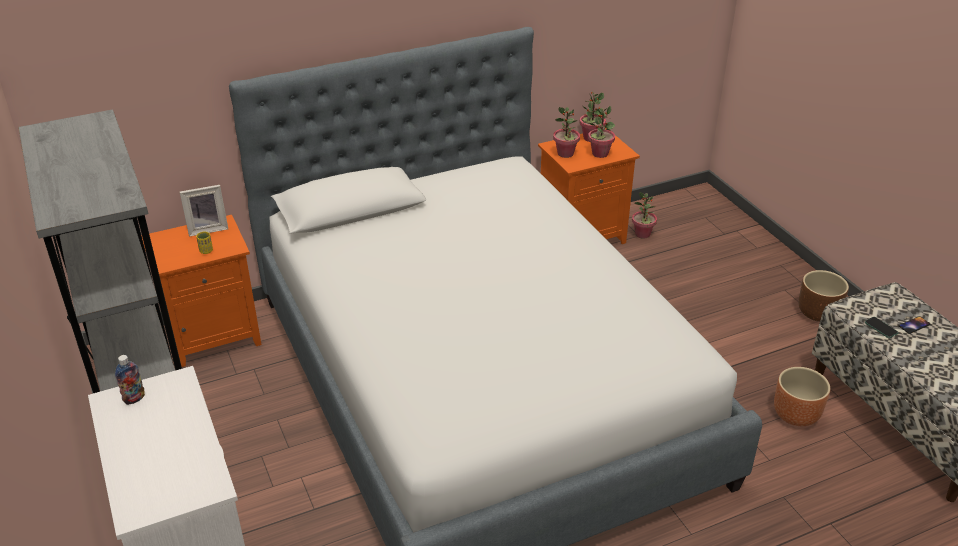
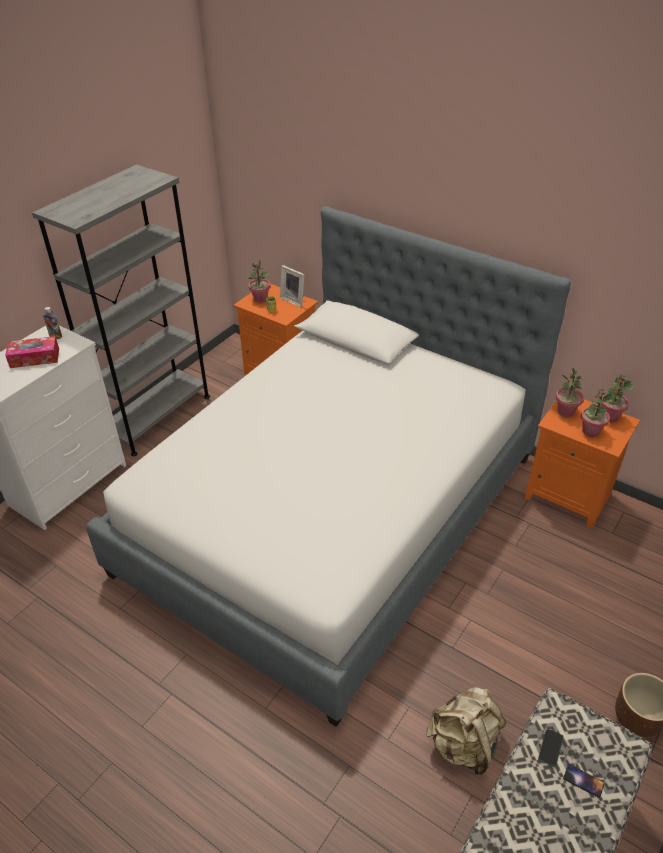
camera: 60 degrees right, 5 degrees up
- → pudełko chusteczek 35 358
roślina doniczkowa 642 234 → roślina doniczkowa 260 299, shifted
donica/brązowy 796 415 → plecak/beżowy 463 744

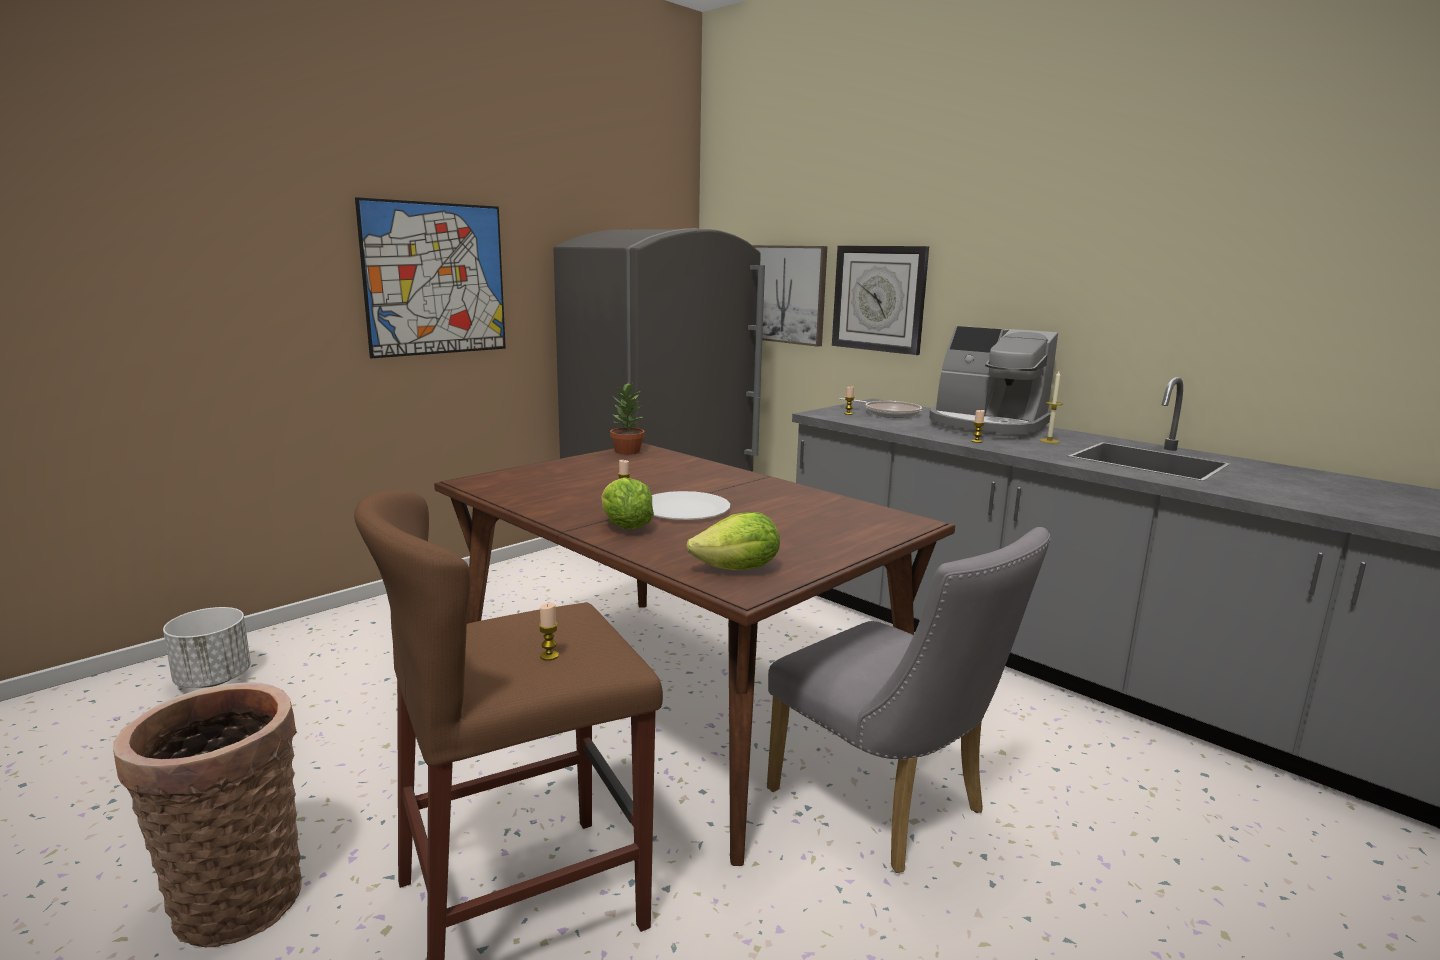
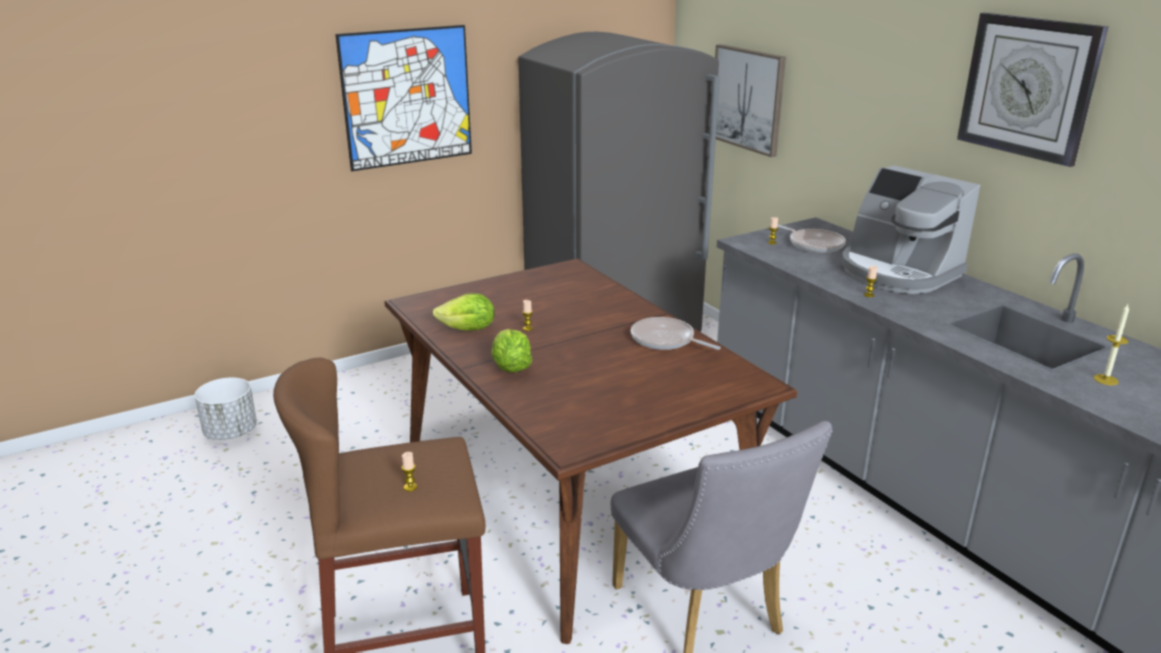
camera: 15 degrees right, 10 degrees up
sałata 738 569 → sałata 468 330, shifted
- → patelnia 665 340
zegar ścienny 879 298 → zegar ścienny 1028 87, shifted
świeca 1049 441 → świeca 1105 379, shifted
koszyk 235 897 → -
roślina doniczkowa 627 451 → -
talerz/biały 685 509 → -

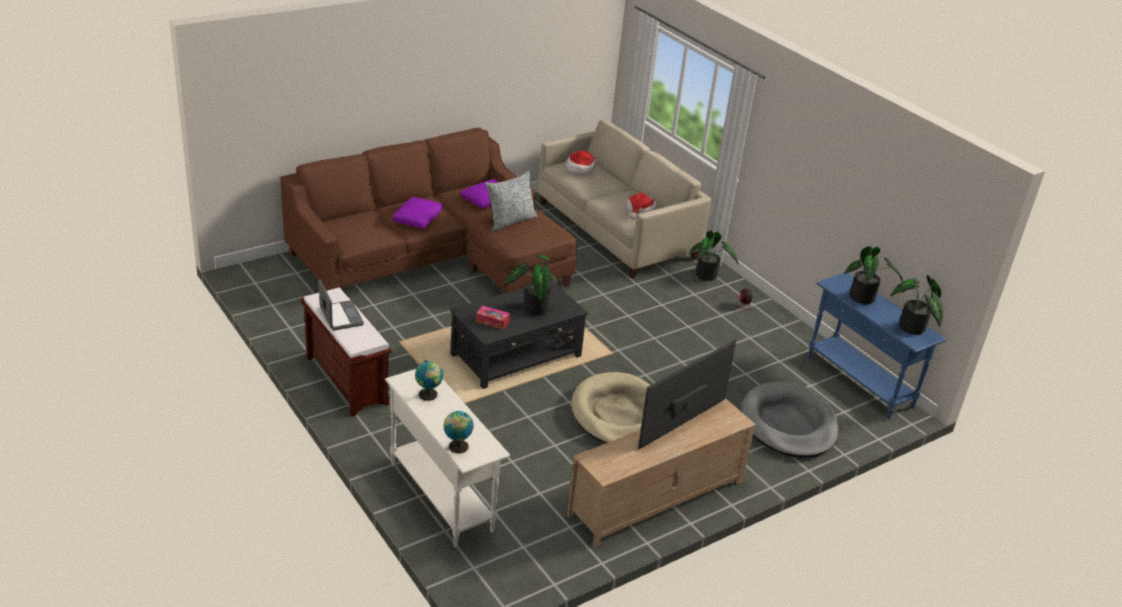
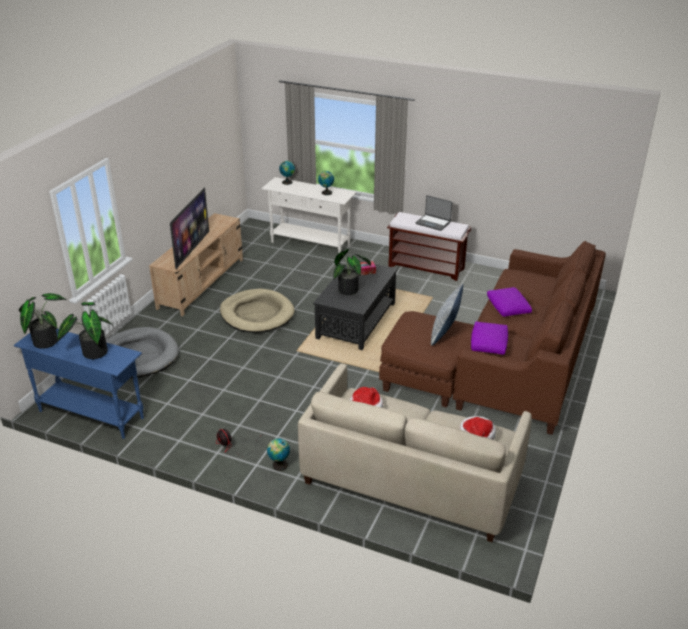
camera: 150 degrees right, 0 degrees up
roślina doniczkowa 708 276 → globus 279 465

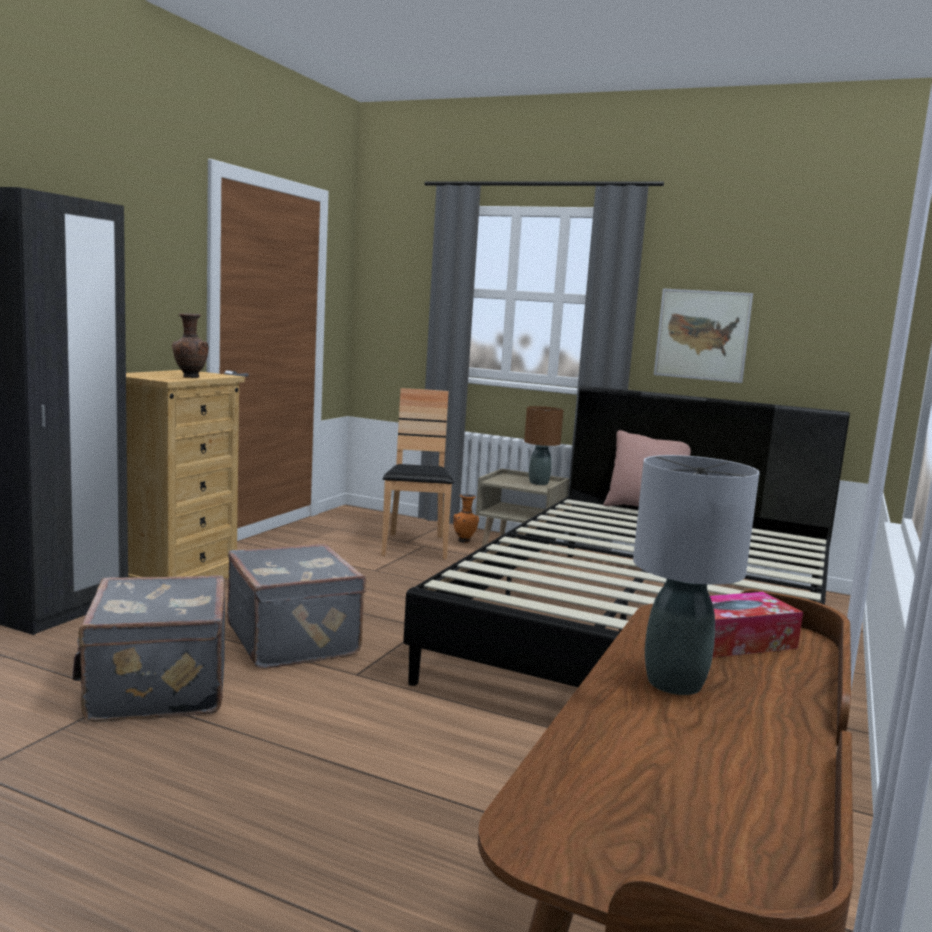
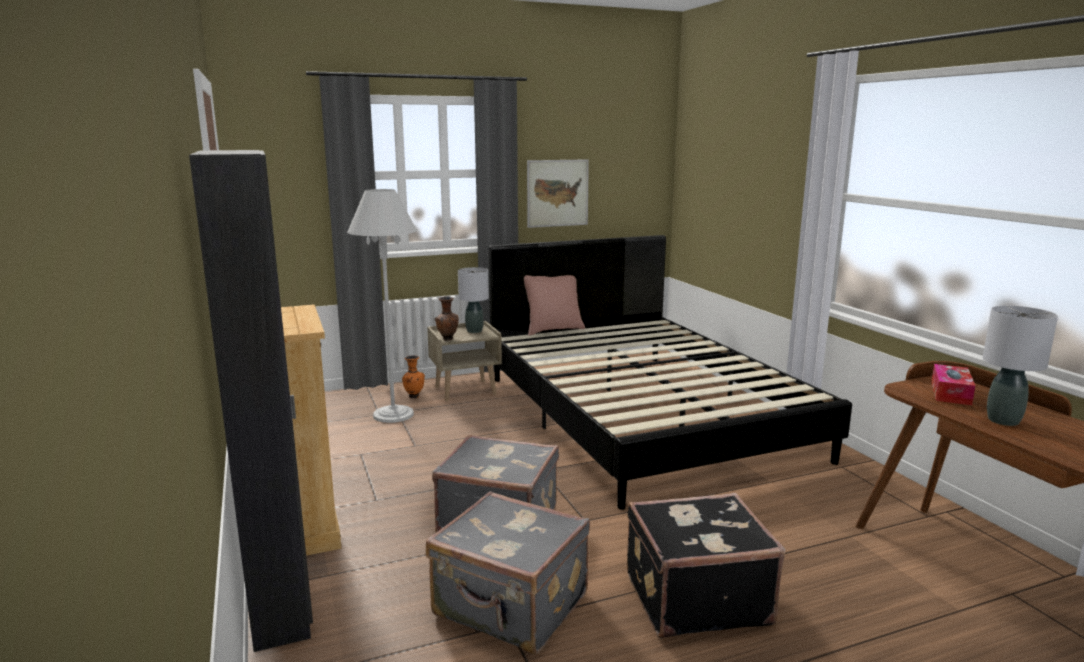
camera: 45 degrees left, 5 degrees up
krzesło/brązowy 415 546 → lampa stojąca/biały 393 414
wazon/brązowy 189 377 → wazon/brązowy 447 339, shifted
lampa stołowa/brązowy 538 483 → lampa stołowa/szary 474 331
- → walizka/czarny 694 597

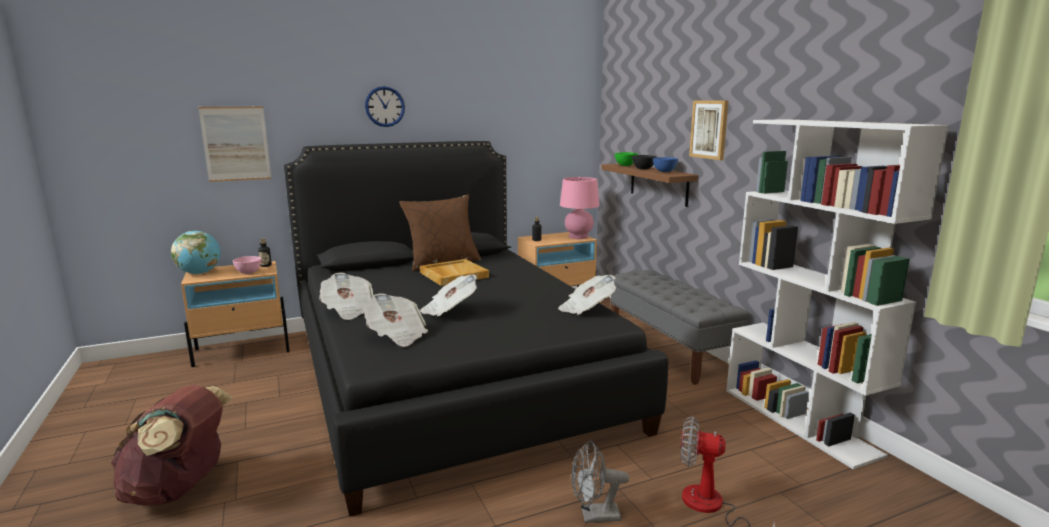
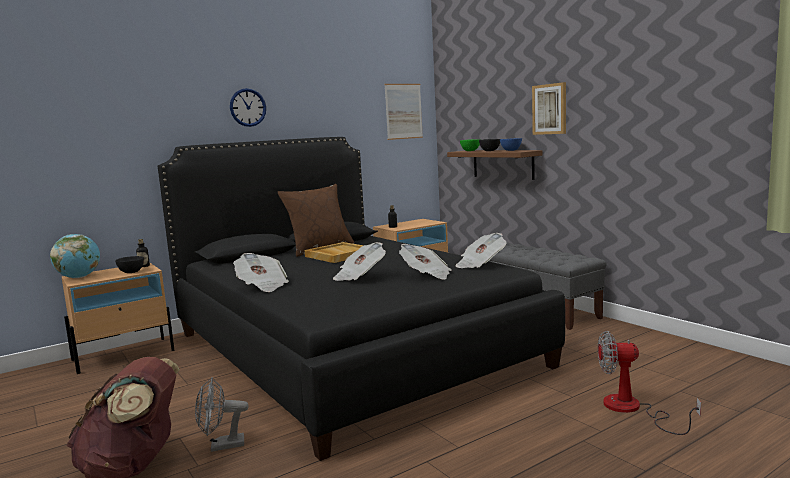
camera: 10 degrees left, 5 degrees down
miska/różowy 248 272 → miska/czarny 131 272
wentylator/szary 594 516 → wentylator/szary 221 446, shifted
obraz 236 144 → obraz 403 111, shifted
gazeta 396 335 → gazeta 426 275, shifted
lampa stołowa/różowy 578 237 → -
regał/biały 799 421 → -

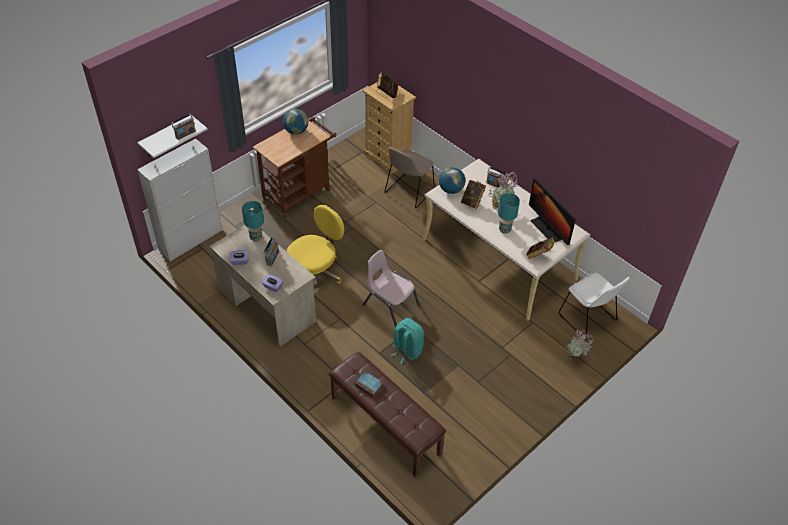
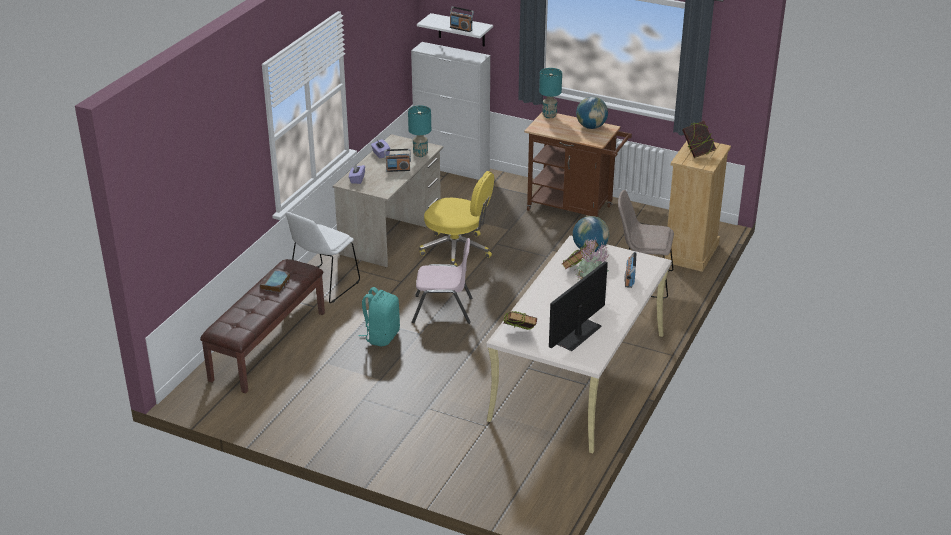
camera: 70 degrees right, 15 degrees down
krzesło/biały 588 319 → krzesło/biały 323 285, shifted
krzesło/różowy 390 305 → krzesło/różowy 443 310, 75 degrees clockwise
lampa stołowa/turkusowy 504 230 → lampa stołowa/turkusowy 549 115, shifted
roślina doniczkowa 575 358 → -

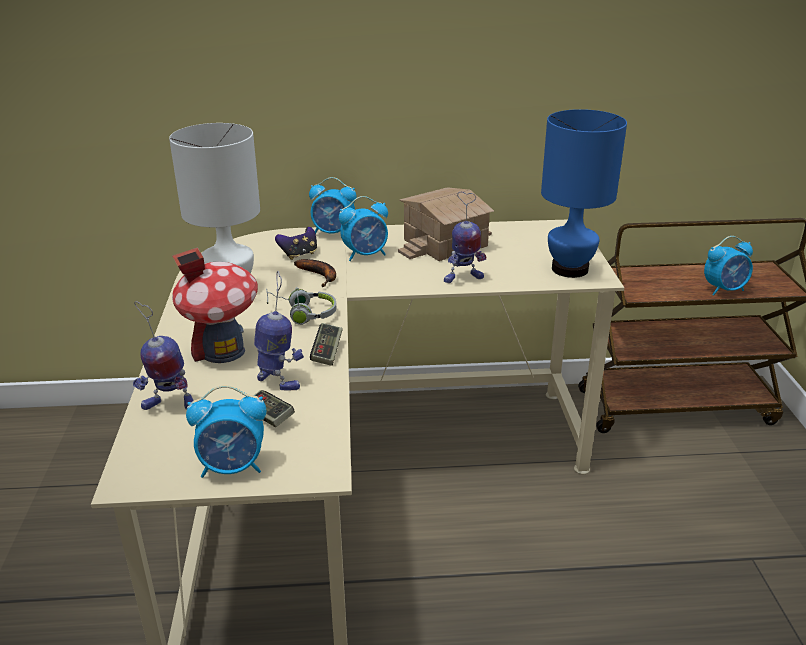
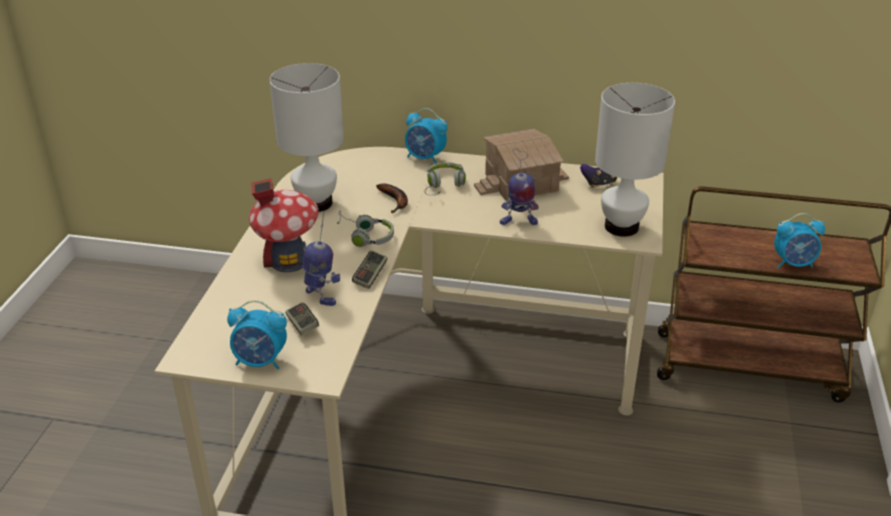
camera: 15 degrees right, 5 degrees up
budzik 366 255 → słuchawki/szary 444 185
pad do gier 299 254 → pad do gier 599 183, shifted
lampa stołowa/niebieski 570 269 → lampa stołowa/biały 622 227
robot zabawkowy 168 405 → -

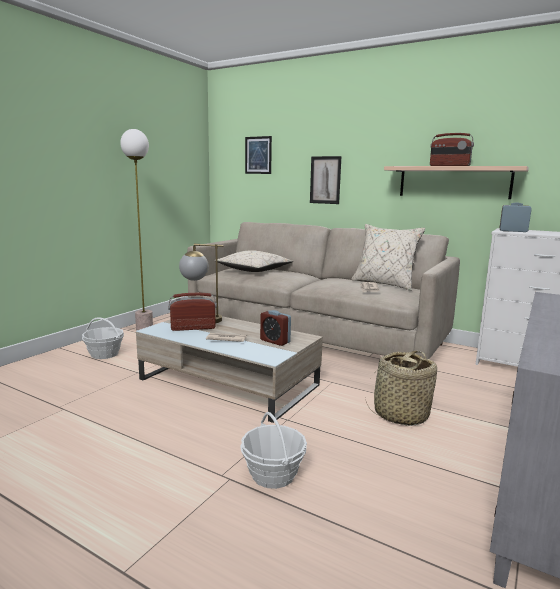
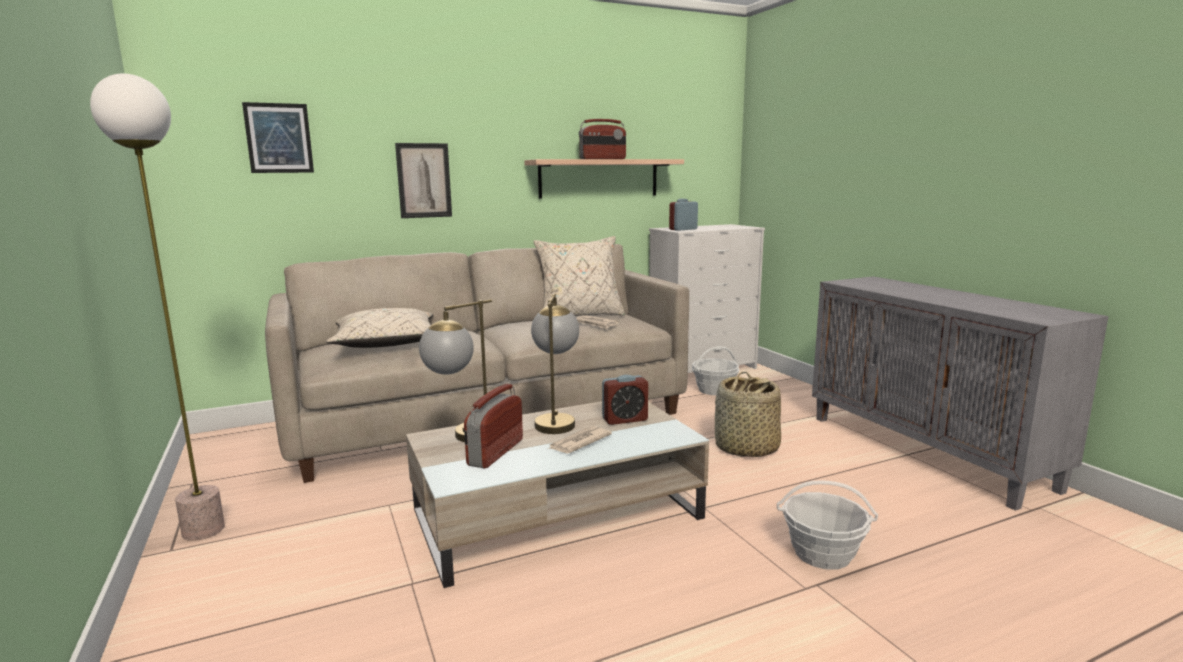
camera: 55 degrees left, 0 degrees up
- → lampa stołowa 555 420
koszyk 104 354 → koszyk 714 390, shifted

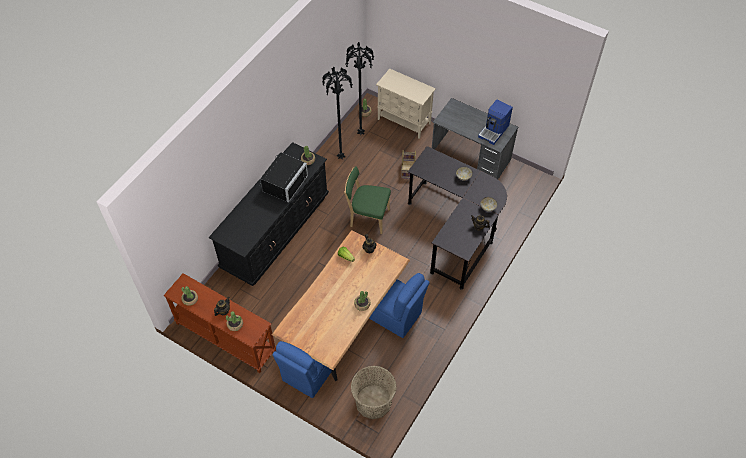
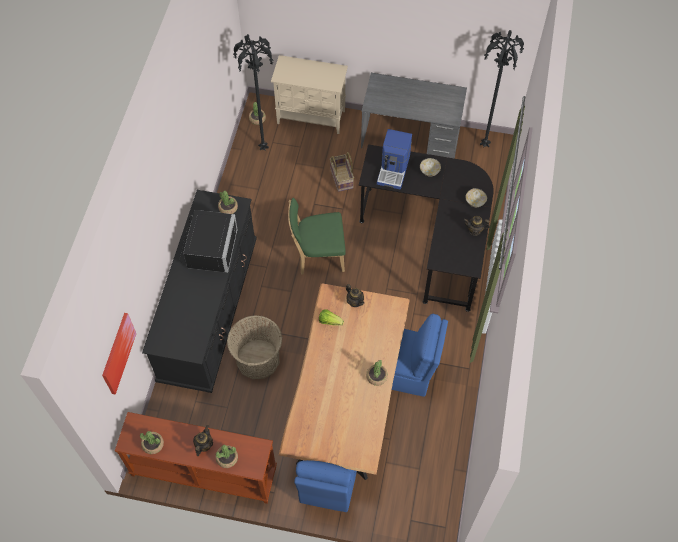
camera: 20 degrees left, 5 degrees up
- → obraz 118 353
koszyk 373 401 → koszyk 258 359, shifted
ekspres do kawy 494 131 → ekspres do kawy 394 169, shifted
lampa stojąca/czarny 340 157 → lampa stojąca/czarny 483 145, shifted

